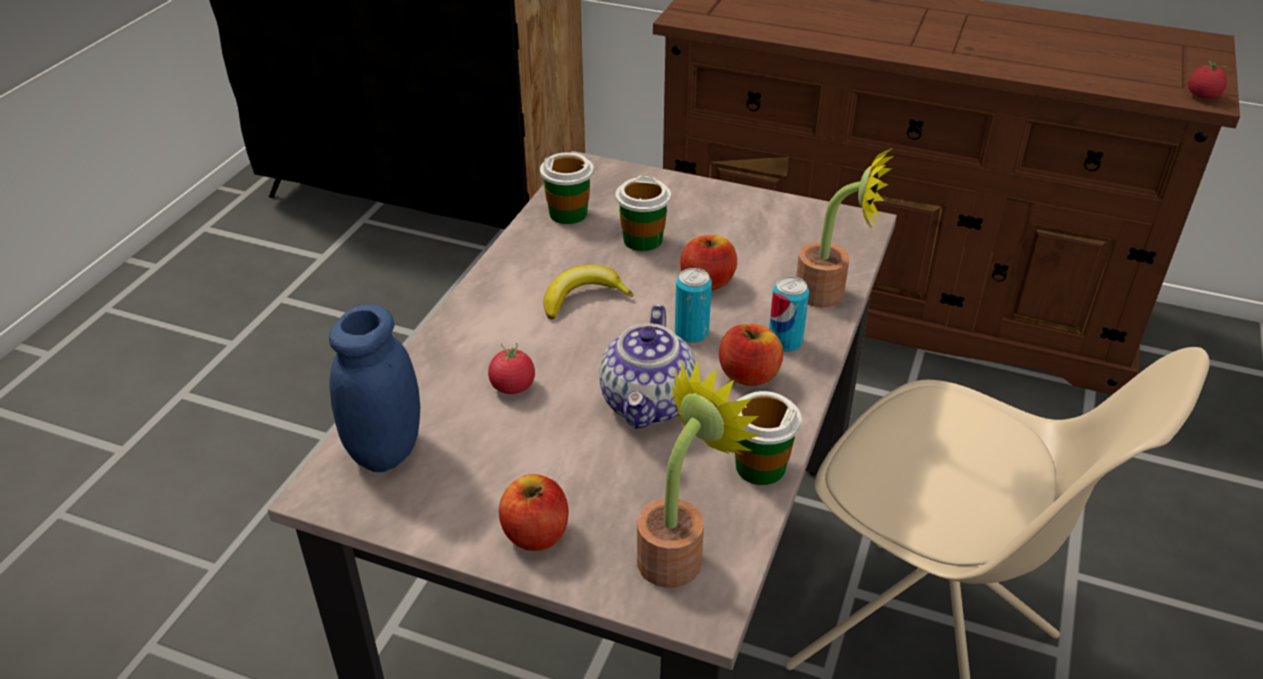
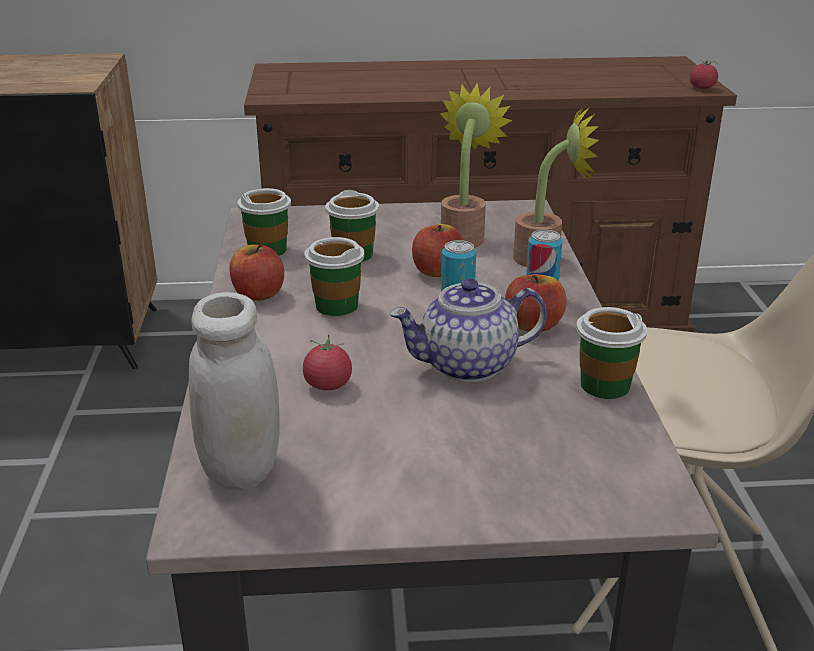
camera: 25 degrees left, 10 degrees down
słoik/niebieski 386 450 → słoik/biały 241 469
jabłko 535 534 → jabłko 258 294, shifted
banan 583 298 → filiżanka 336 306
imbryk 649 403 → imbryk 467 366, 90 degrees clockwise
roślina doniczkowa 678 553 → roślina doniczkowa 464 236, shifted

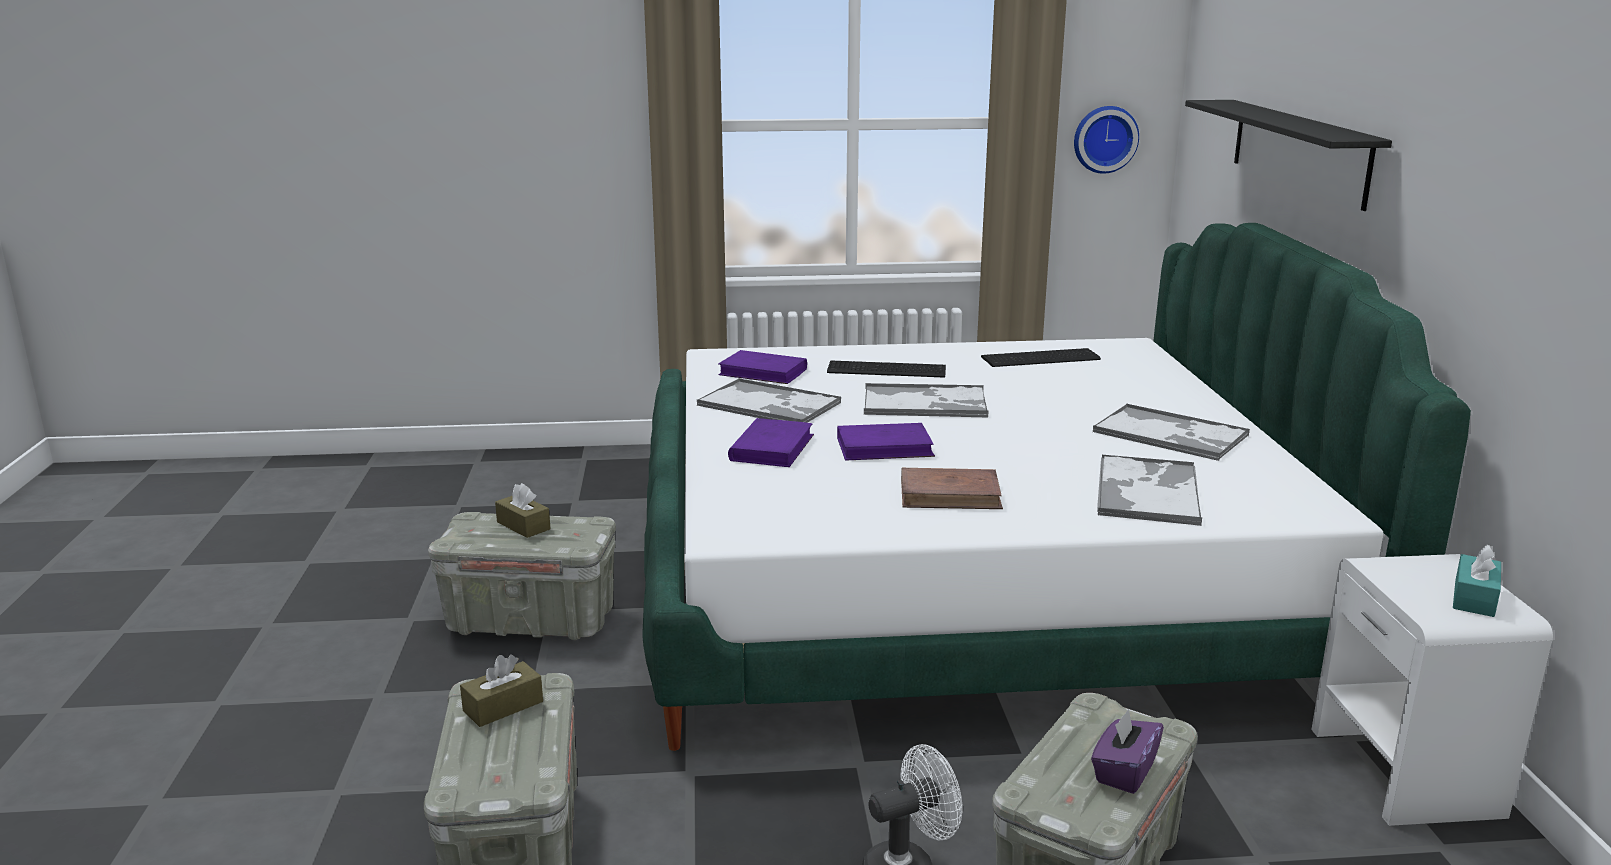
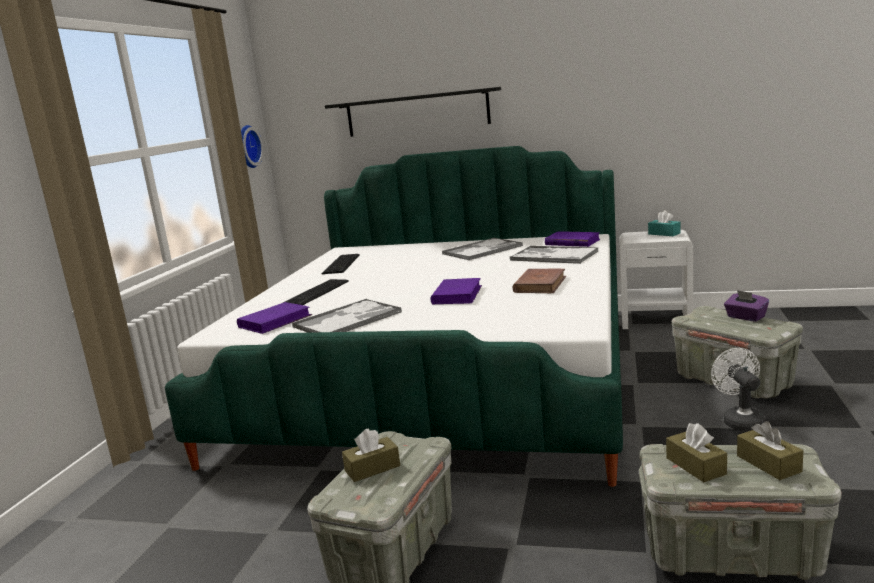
camera: 70 degrees left, 5 degrees down
książka/fioletowy 772 448 → książka/fioletowy 572 242, shifted
- → pudełko chusteczek/brązowy 768 464
taca 926 403 → -

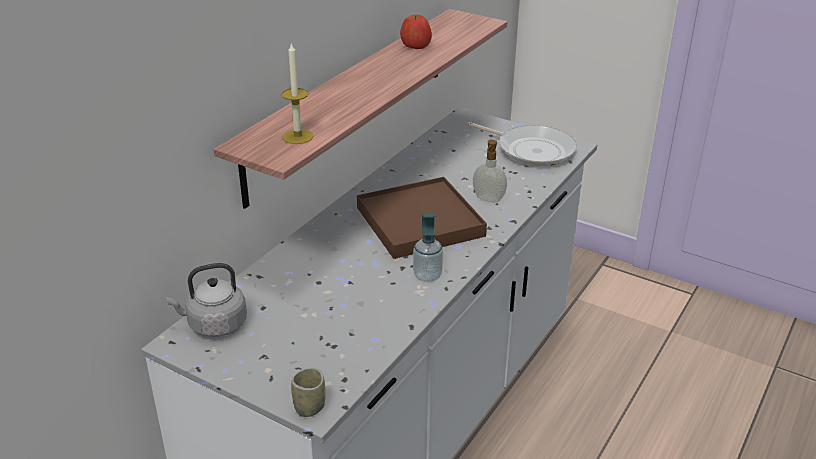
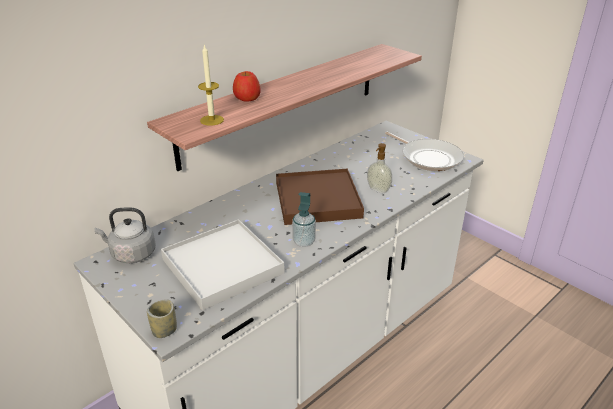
camera: 15 degrees right, 0 degrees up
- → taca/biały 222 266
jabłko 415 45 → jabłko 247 98, shifted

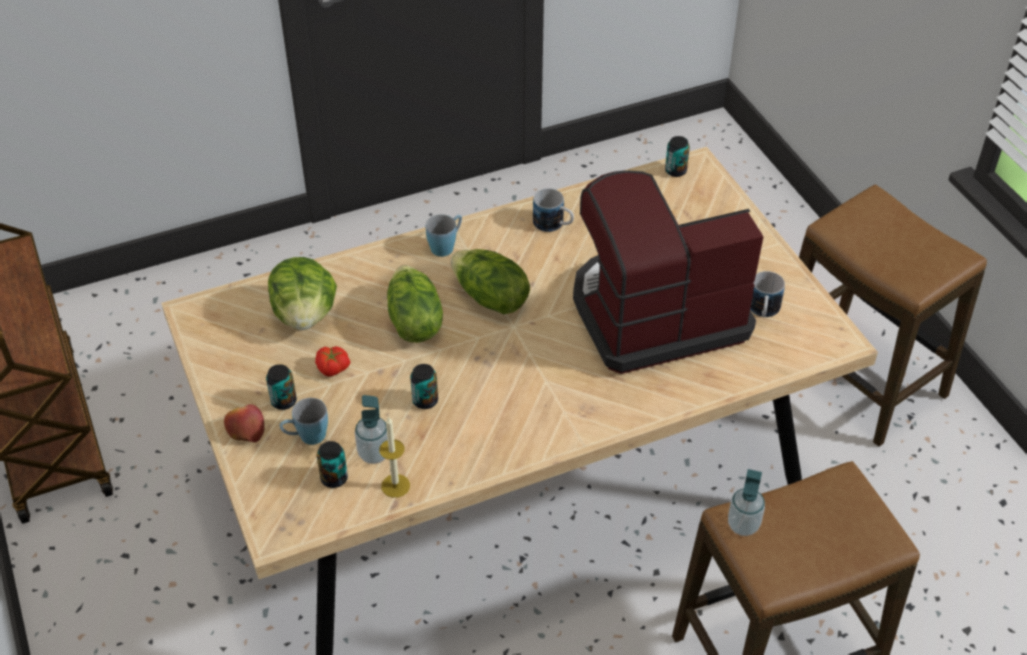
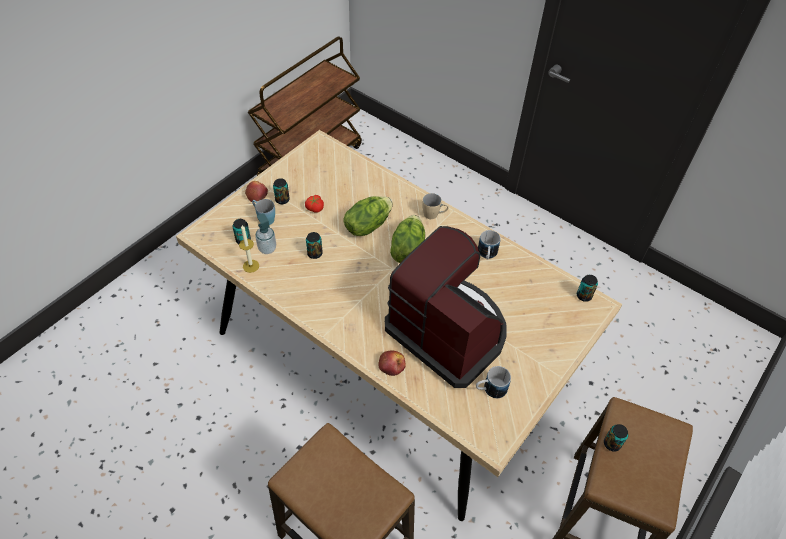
camera: 60 degrees right, 5 degrees up
- → jabłko 392 365
kubek/niebieski 446 245 → kubek/beżowy 434 215
- → puszka 612 444
sałata 305 315 → -
dozownik mydła 743 525 → -

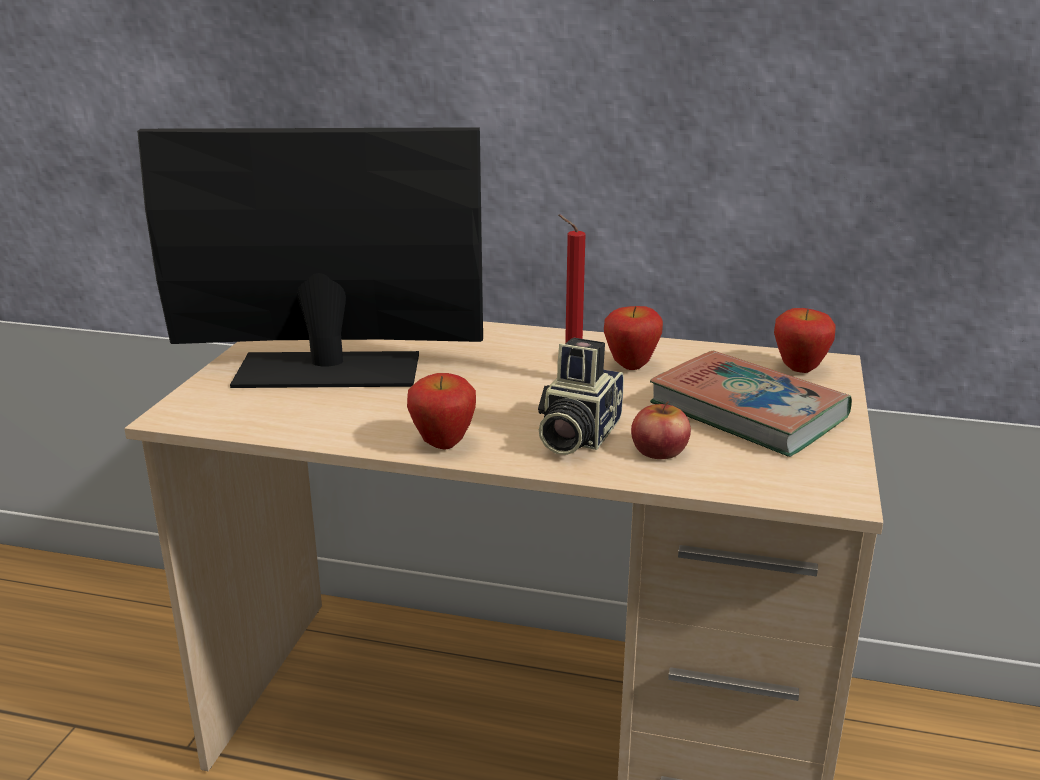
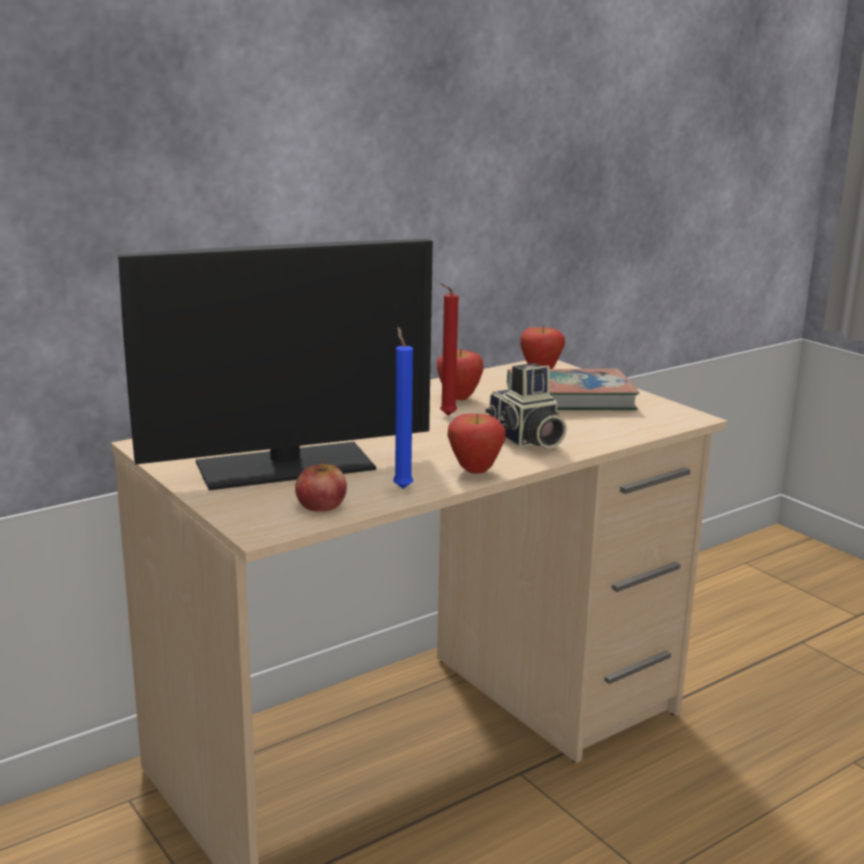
camera: 50 degrees left, 5 degrees down
monitor 328 370 → monitor 285 466, 150 degrees counterclockwise
jabłko 659 450 → jabłko 321 504, shifted
- → świeca/niebieski 402 487

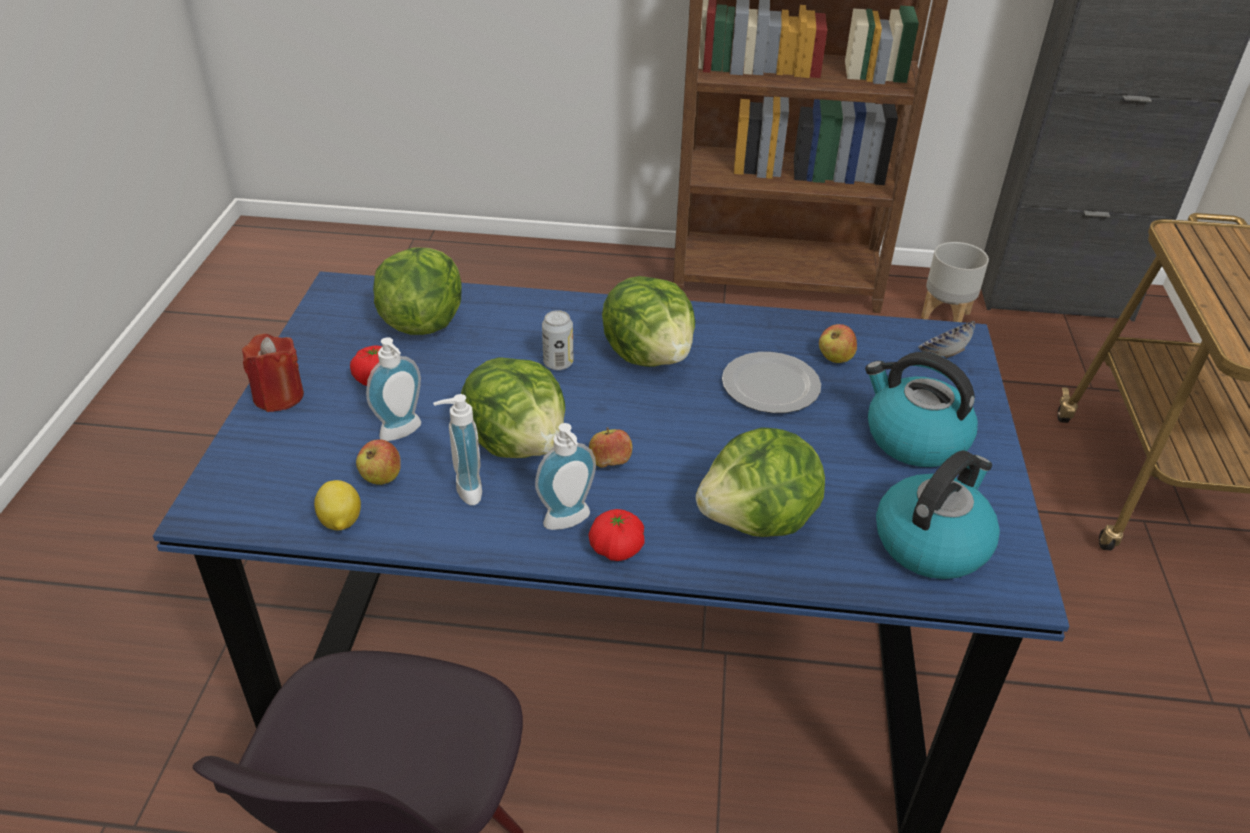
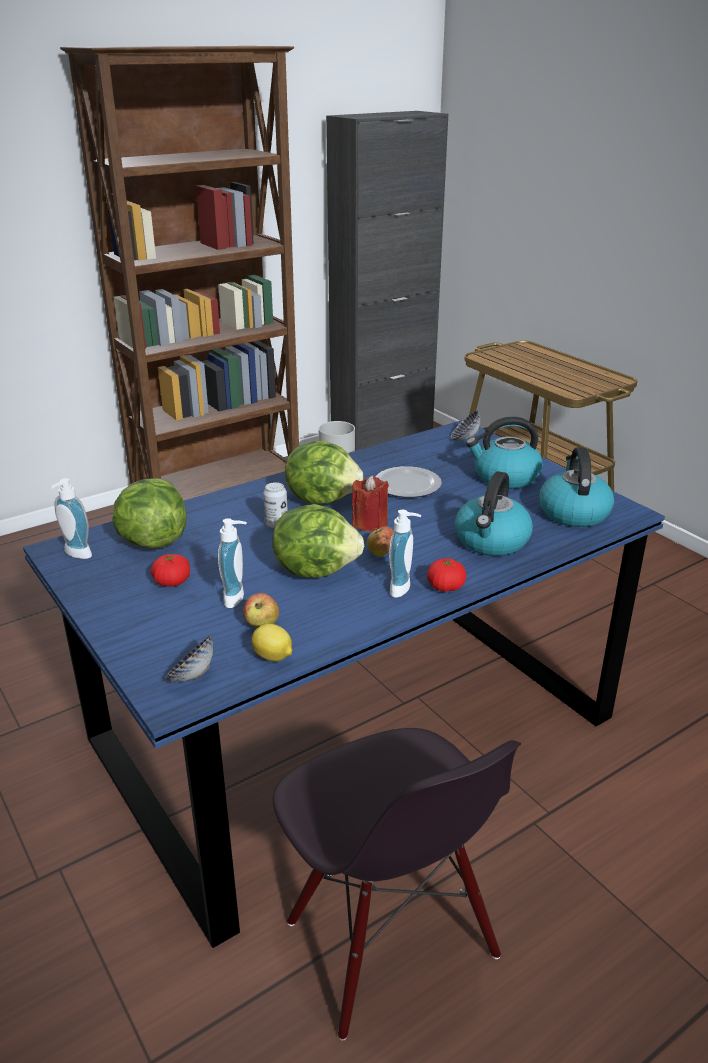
camera: 40 degrees left, 10 degrees down
dozownik mydła 463 490 → dozownik mydła 75 555, shifted
- → miska 191 676
świeca/czerwony 279 396 → świeca/czerwony 370 523, shifted
sałata 759 521 → czajnik 492 541
jabłko 835 358 → -

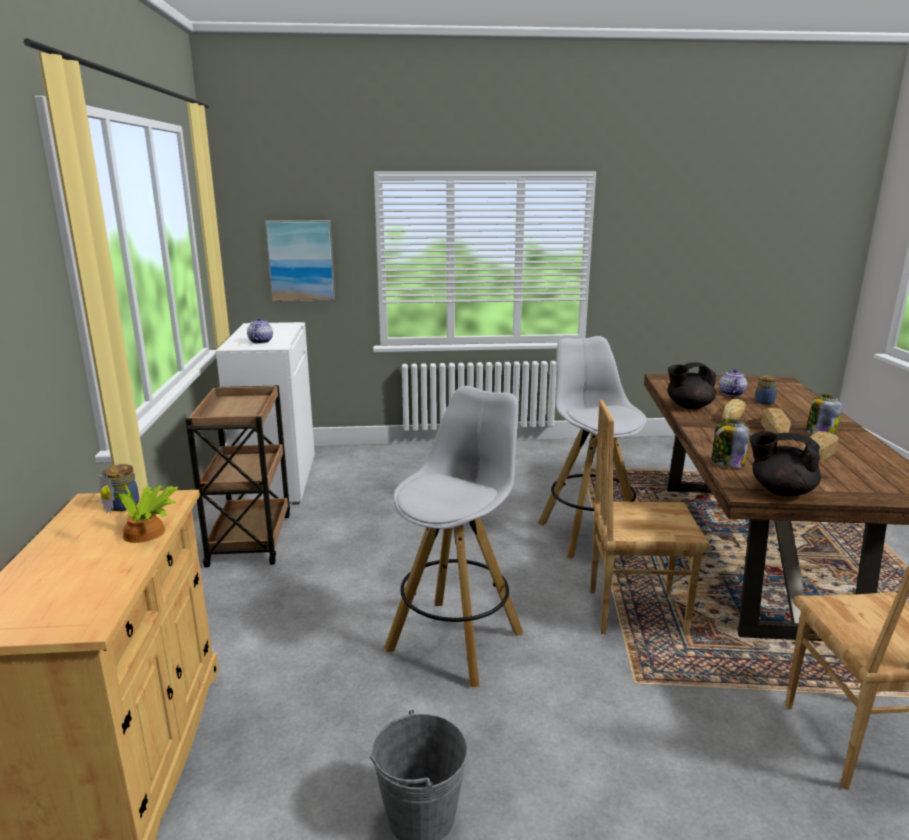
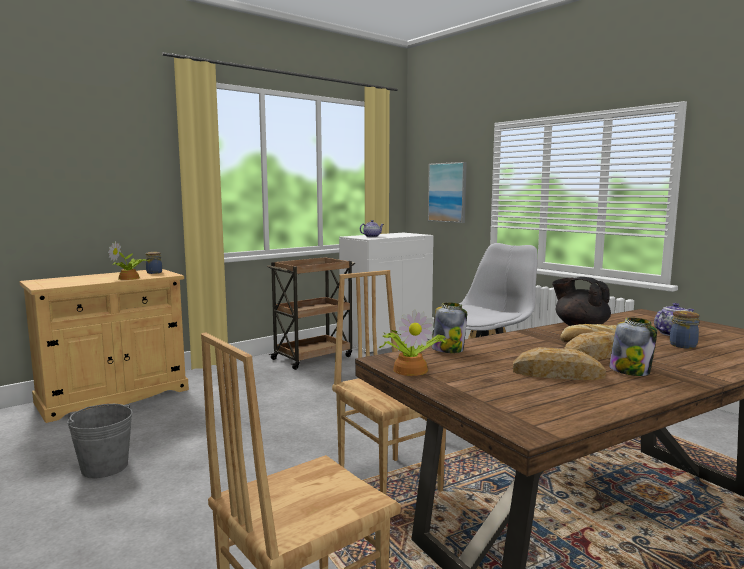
camera: 55 degrees right, 10 degrees down
imbryk/czarny 780 491 → roślina doniczkowa 411 369
stołek/biały 456 639 → -

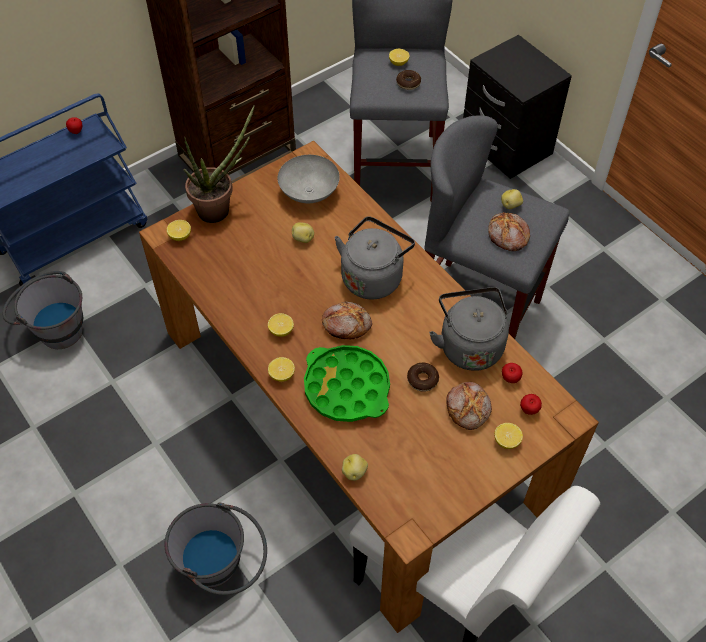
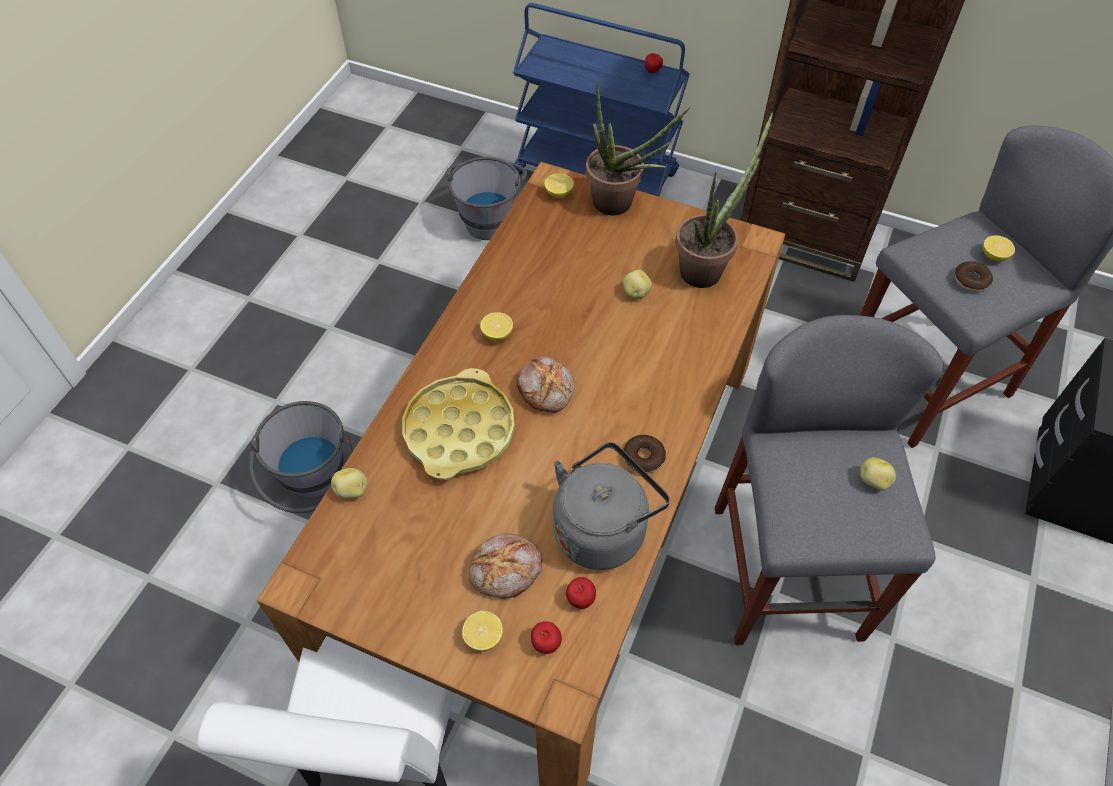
camera: 60 degrees right, 0 degrees up
taca/zielony 346 388 → taca/żółty 459 430
donut 422 380 → donut 643 457, shifted
miska/szary 310 192 → roślina doniczkowa 706 267
cytryna 282 375 → -
czajnik/szary 373 276 → -
chleb 507 236 → -

